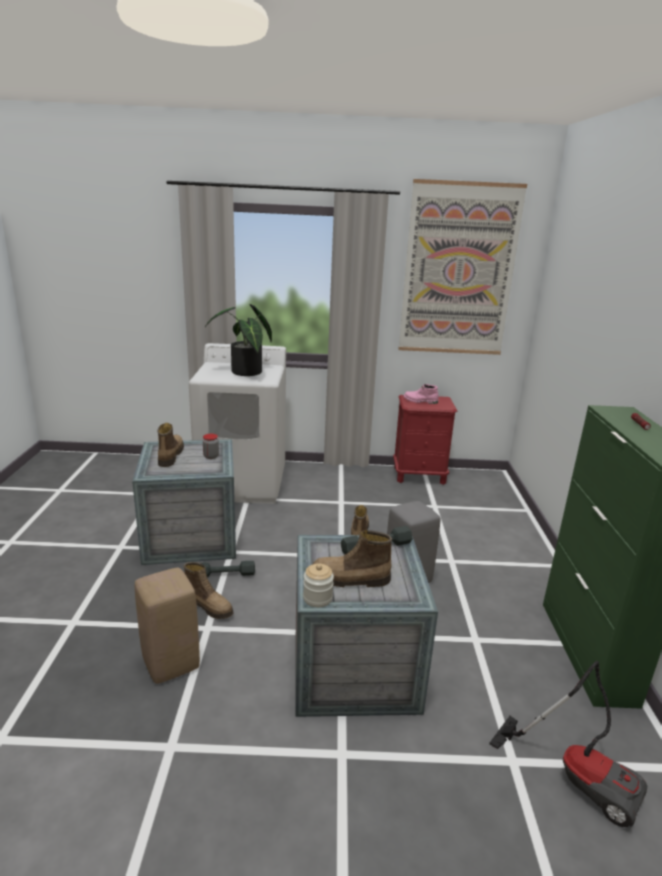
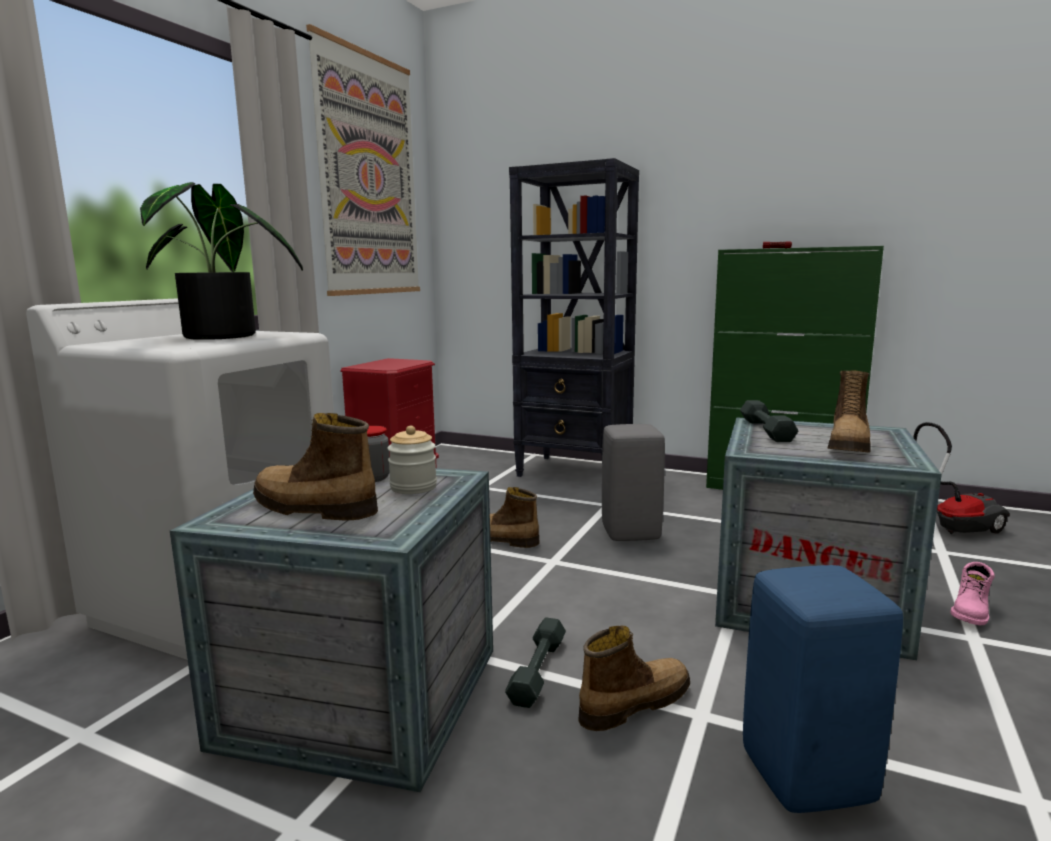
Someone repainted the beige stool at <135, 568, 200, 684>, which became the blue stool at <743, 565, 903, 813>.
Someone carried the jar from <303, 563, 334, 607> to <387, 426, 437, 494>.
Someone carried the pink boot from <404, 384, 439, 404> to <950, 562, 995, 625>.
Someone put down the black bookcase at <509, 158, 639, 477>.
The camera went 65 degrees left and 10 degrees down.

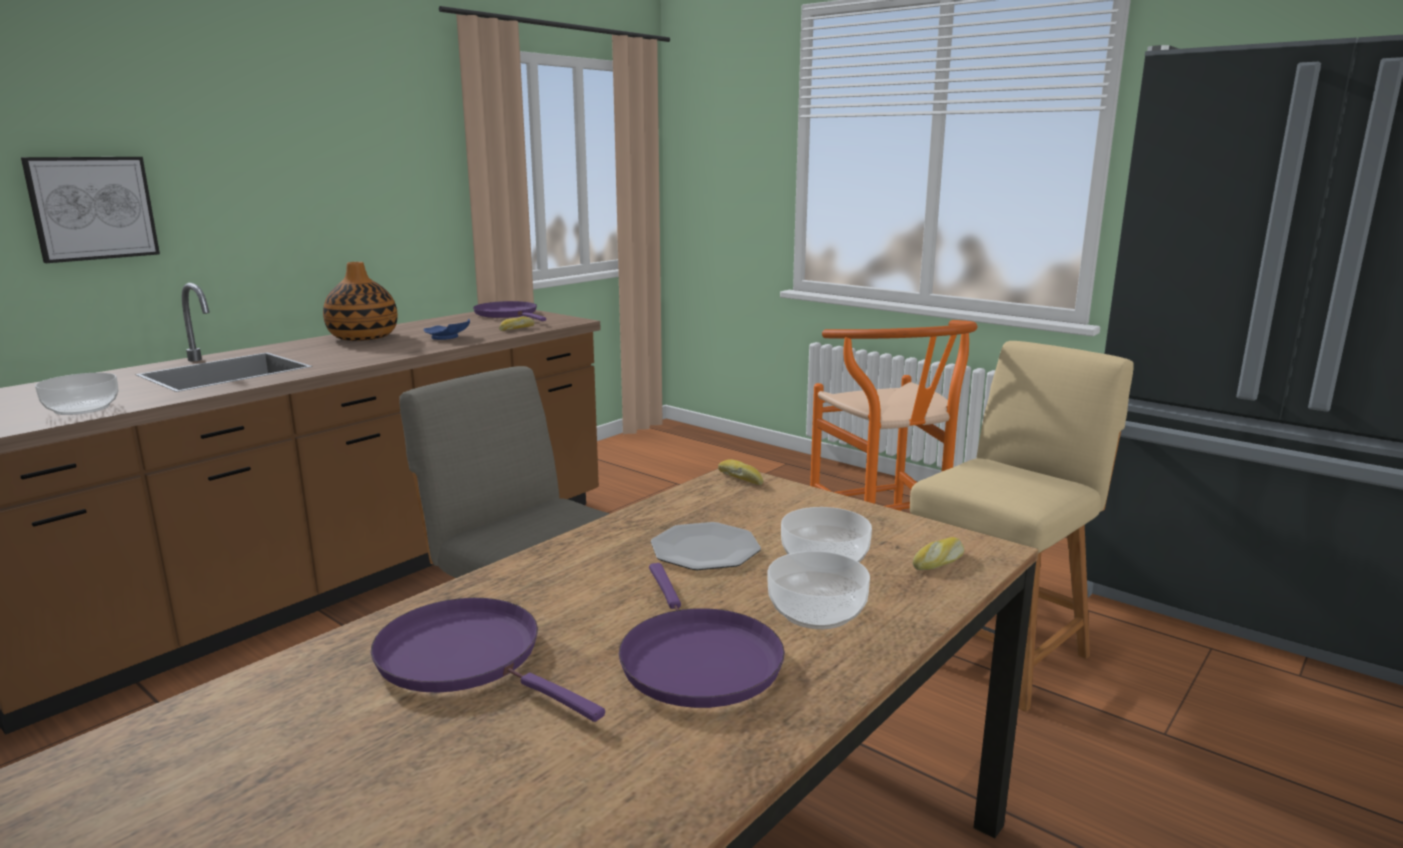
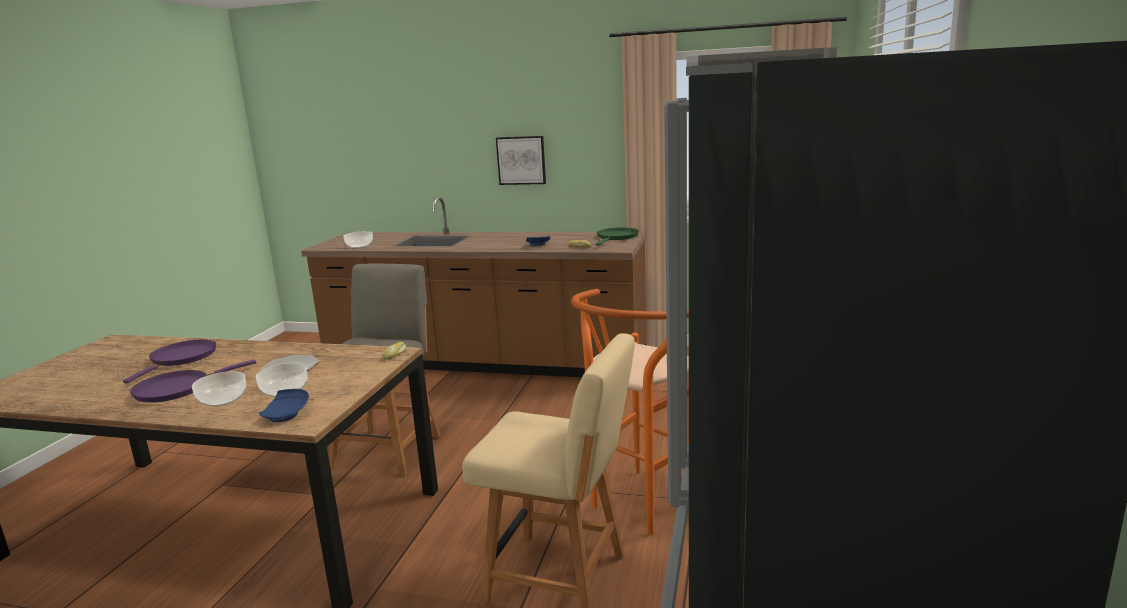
Someone carried the picture from <21, 157, 160, 263> to <496, 136, 546, 185>.
Someone took away the vase at <323, 262, 398, 341>.
Someone repainted the purple frying pan at <473, 301, 546, 321>, which became the green frying pan at <596, 227, 639, 246>.
Someone swapped the bread at <912, 537, 964, 570> for the blue plate at <259, 389, 309, 422>.
The camera went 65 degrees right and 0 degrees up.

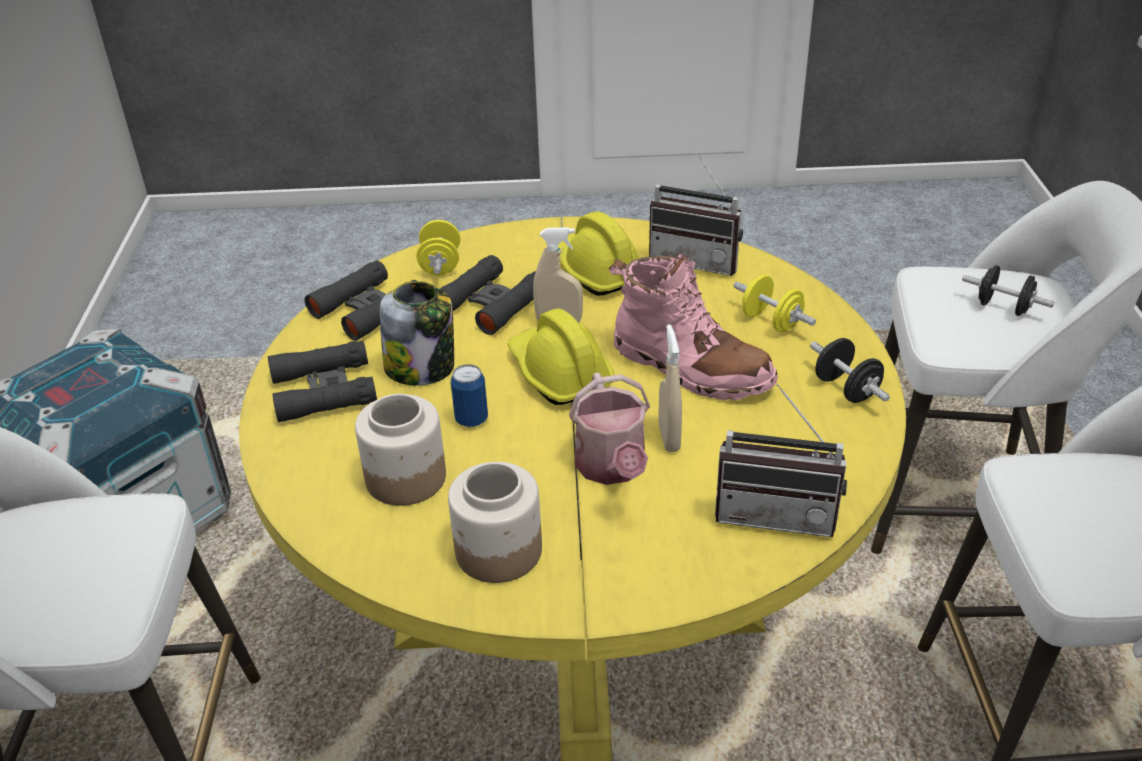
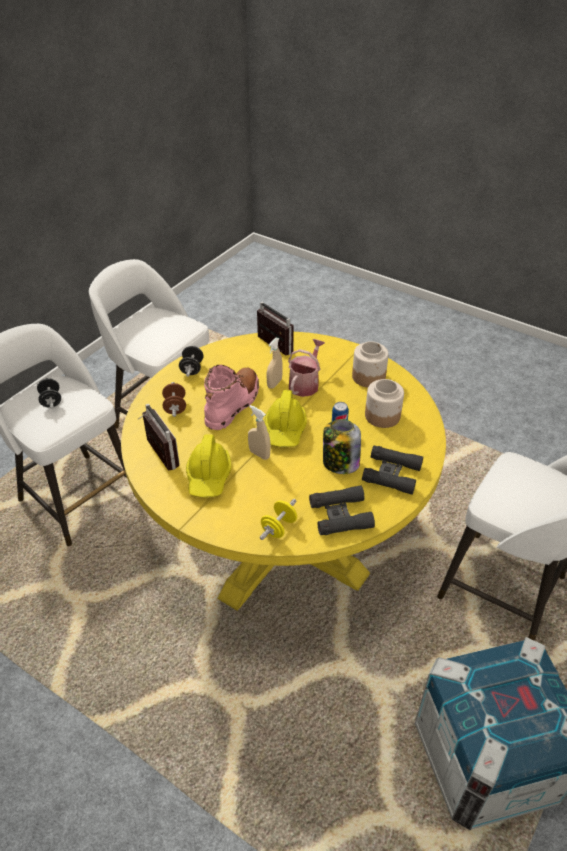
Someone took away the black binoculars at <440, 255, 536, 335>.
Someone rotated the pink boot at <609, 254, 778, 400> by 45 degrees clockwise.
Someone repainted the yellow dumbbell at <733, 275, 816, 332>, which became the brown dumbbell at <162, 382, 186, 417>.
The camera went 145 degrees left and 5 degrees up.

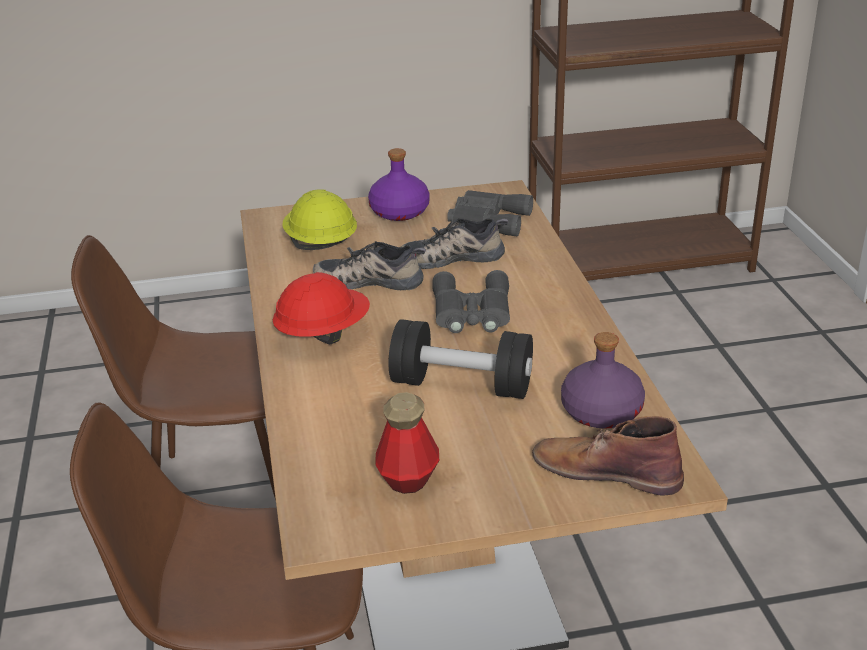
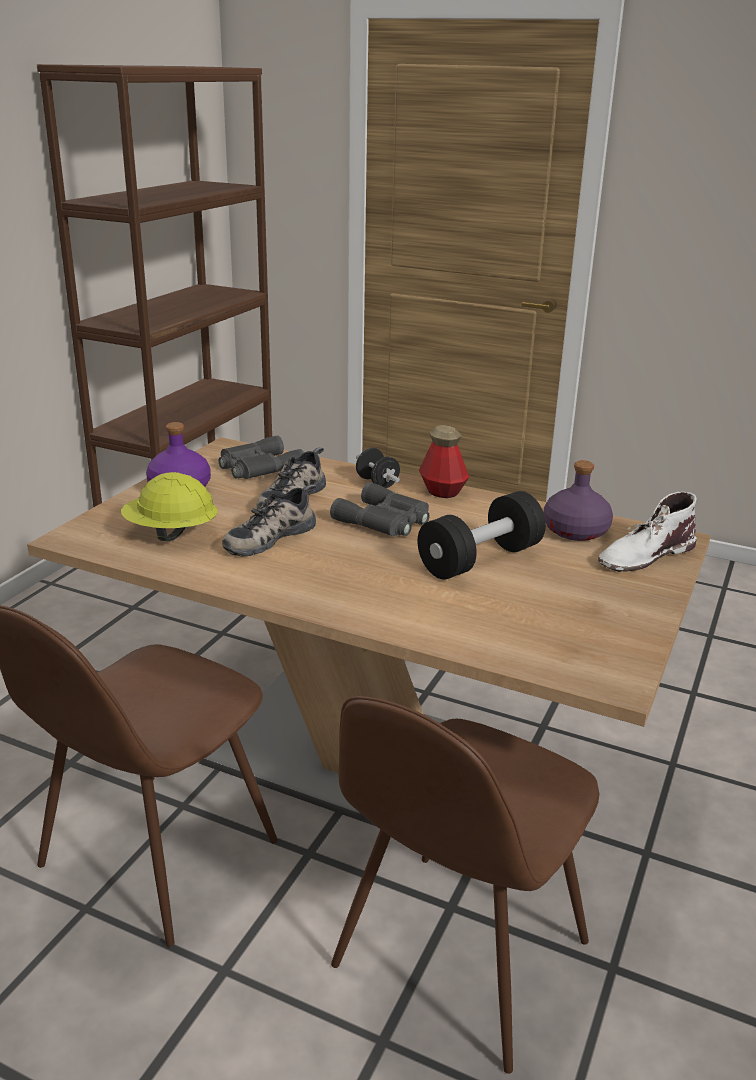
Someone took away the red hard hat at <273, 272, 370, 345>.
Someone carried the bottle from <375, 392, 439, 494> to <419, 425, 469, 498>.
Someone repainted the brown boot at <532, 416, 684, 495>, which became the white boot at <598, 492, 697, 572>.
Someone put down the black dumbbell at <356, 448, 400, 488>.
The camera went 55 degrees left and 5 degrees down.

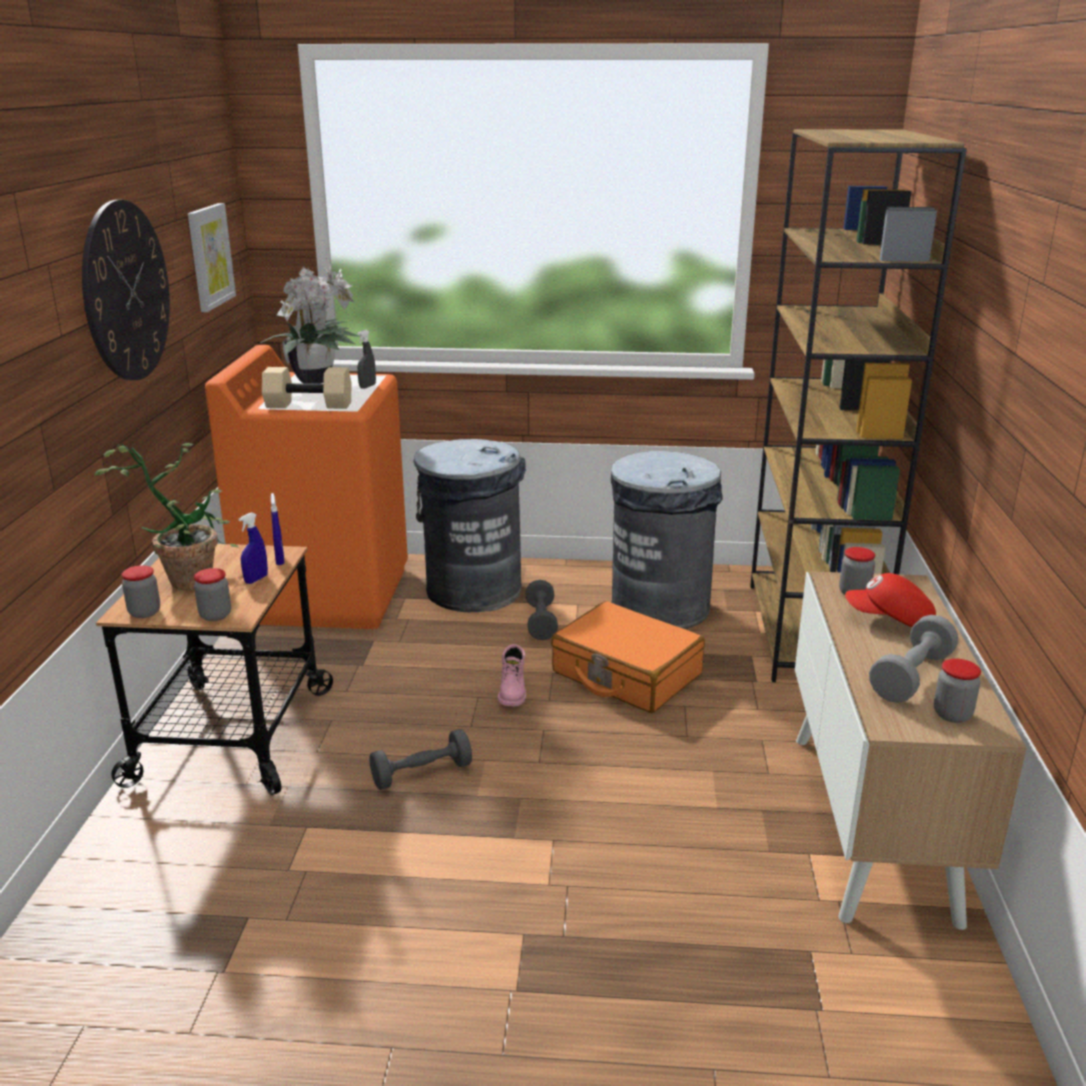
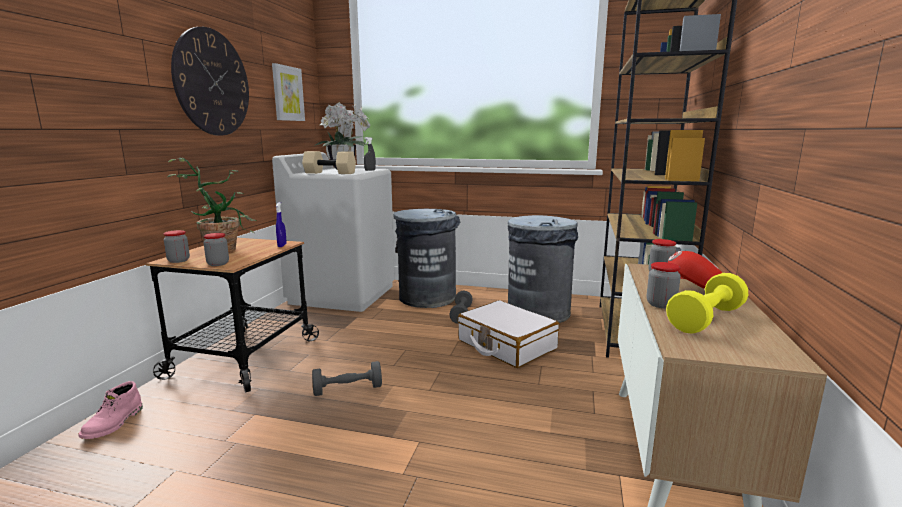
Someone repainted the orange washing machine at <205, 345, 408, 629>, which became the white washing machine at <272, 152, 395, 312>.
Someone took away the blue spray bottle at <238, 512, 268, 584>.
Someone carried the pink boot from <498, 644, 526, 707> to <79, 381, 143, 439>.
Someone repainted the orange suitcase at <551, 601, 705, 713>, which became the white suitcase at <458, 300, 559, 368>.
Someone repainted the grey dumbbell at <869, 615, 958, 703>, which became the yellow dumbbell at <666, 273, 749, 334>.
Someone carried the jar from <934, 659, 981, 723> to <647, 262, 681, 308>.
The camera went 10 degrees right and 10 degrees down.

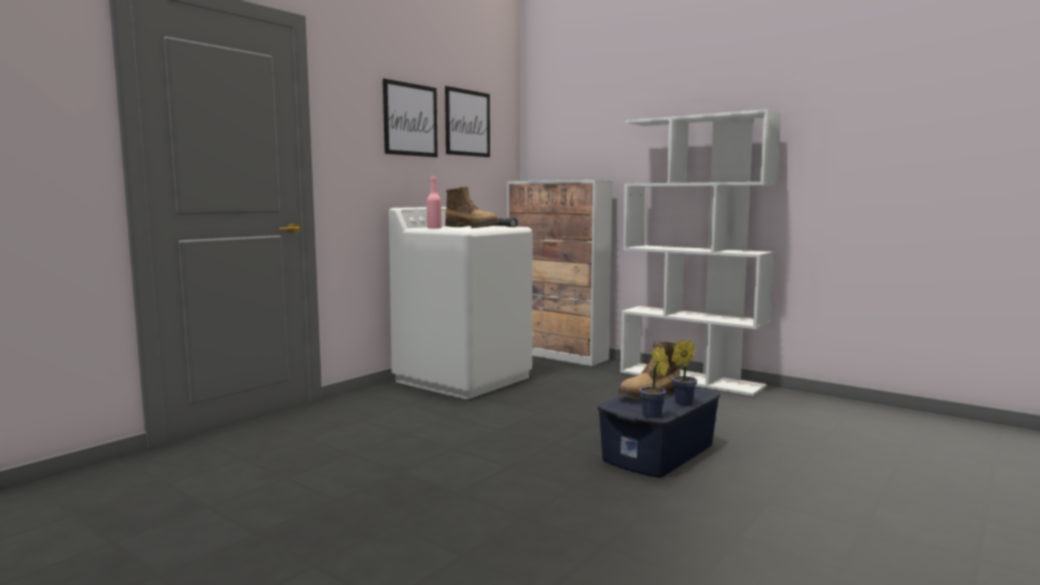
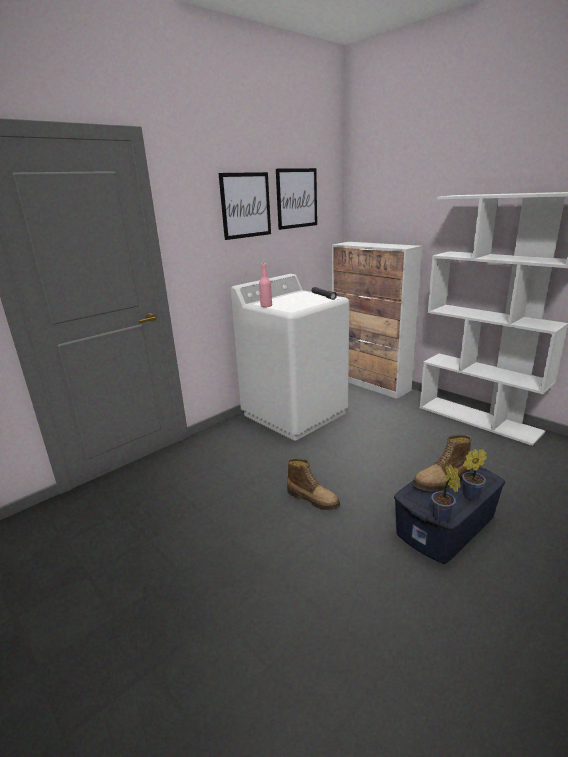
Someone carried the boot from <445, 186, 499, 228> to <287, 458, 340, 510>.
The camera went 10 degrees right and 15 degrees up.

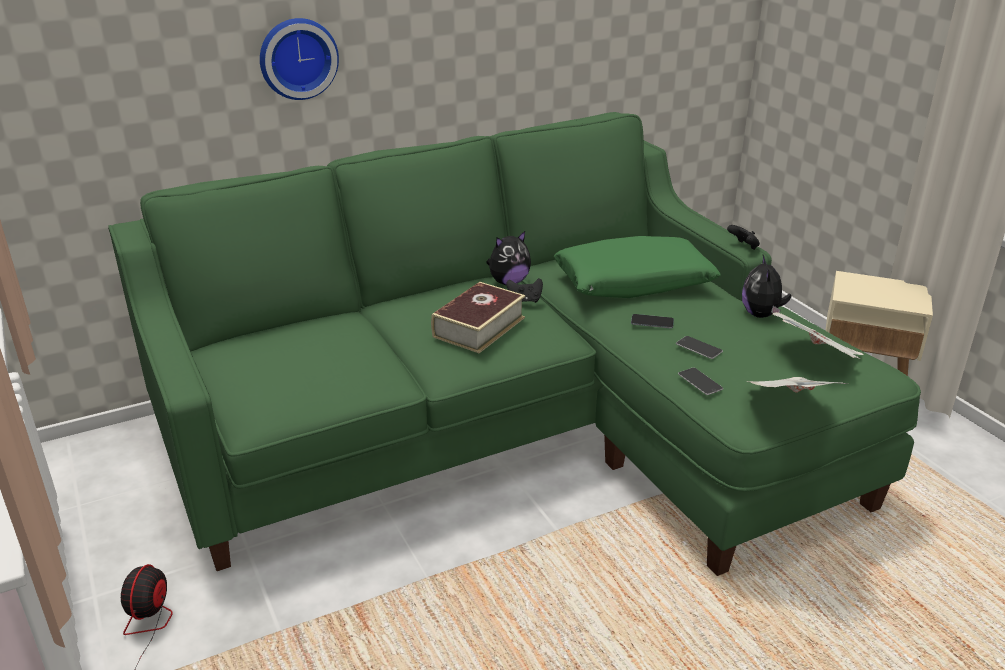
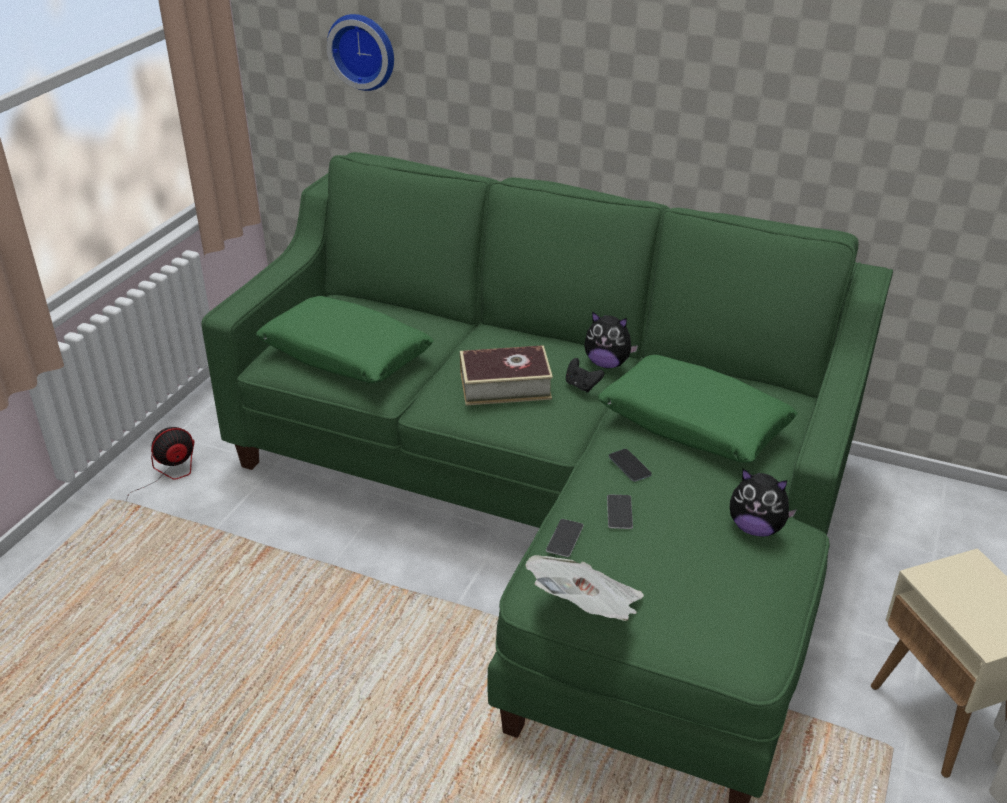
Someone carried the wall clock from <260, 18, 339, 100> to <327, 14, 394, 91>.
Someone took away the black game controller at <727, 225, 760, 250>.
Someone rotated the plush toy at <742, 255, 791, 318> by 120 degrees counterclockwise.
Someone took away the newspaper at <773, 312, 864, 359>.
Someone put down the green pillow at <256, 296, 434, 383>.
The camera went 50 degrees right and 5 degrees up.

